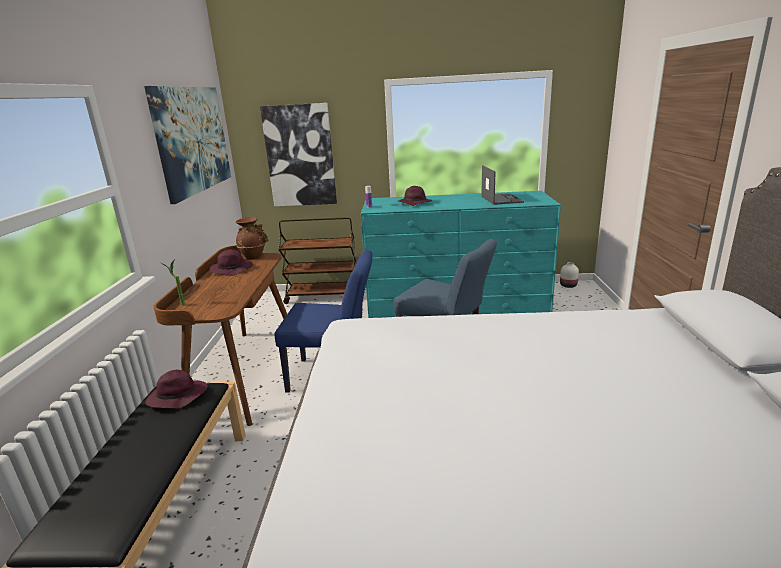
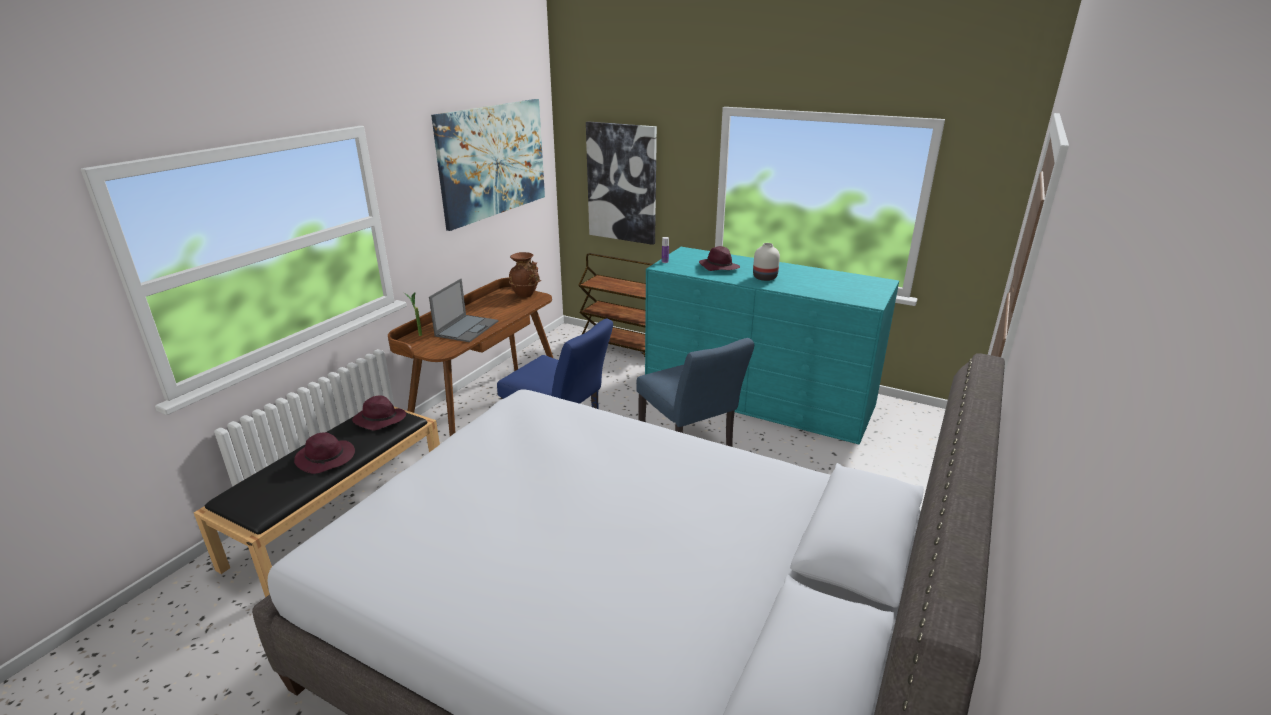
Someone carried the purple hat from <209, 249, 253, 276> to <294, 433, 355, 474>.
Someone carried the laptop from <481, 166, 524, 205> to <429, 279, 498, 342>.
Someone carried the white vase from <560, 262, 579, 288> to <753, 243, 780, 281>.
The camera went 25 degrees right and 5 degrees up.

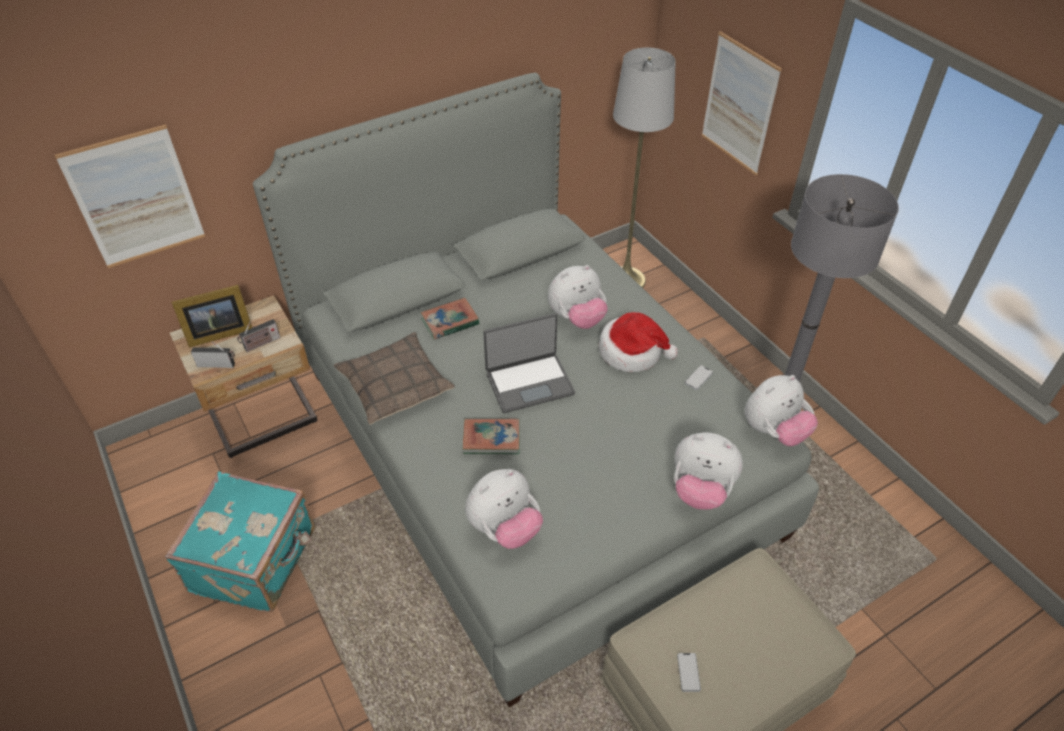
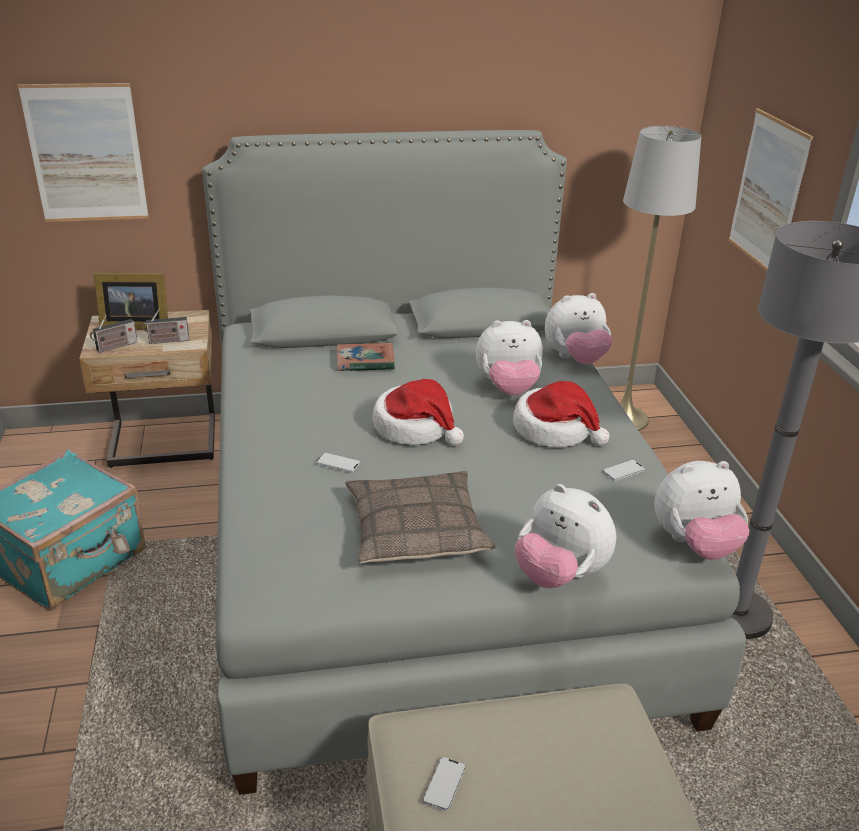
Someone rotated the radio at <191, 342, 235, 368> by 120 degrees clockwise.
Someone carried the pillow from <334, 332, 455, 425> to <345, 471, 495, 563>.
Someone swapped the book at <463, 419, 520, 454> for the phone at <316, 452, 360, 473>.
Someone carried the plush toy from <465, 469, 543, 549> to <545, 293, 612, 364>.
Someone swapped the laptop at <483, 313, 575, 413> for the hat at <372, 379, 464, 446>.
The camera went 20 degrees right and 15 degrees down.

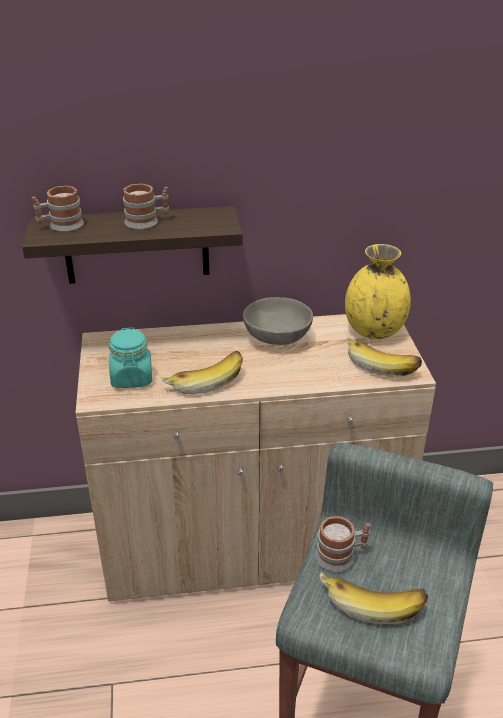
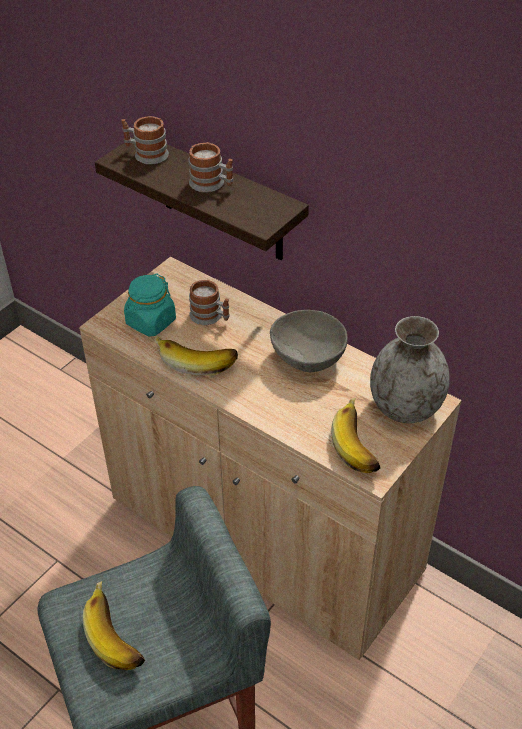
Someone carried the mug from <315, 516, 370, 572> to <189, 280, 230, 325>.
Someone repainted the yellow vase at <345, 244, 411, 339>, which became the grey vase at <370, 316, 450, 423>.
The camera went 45 degrees right and 10 degrees up.

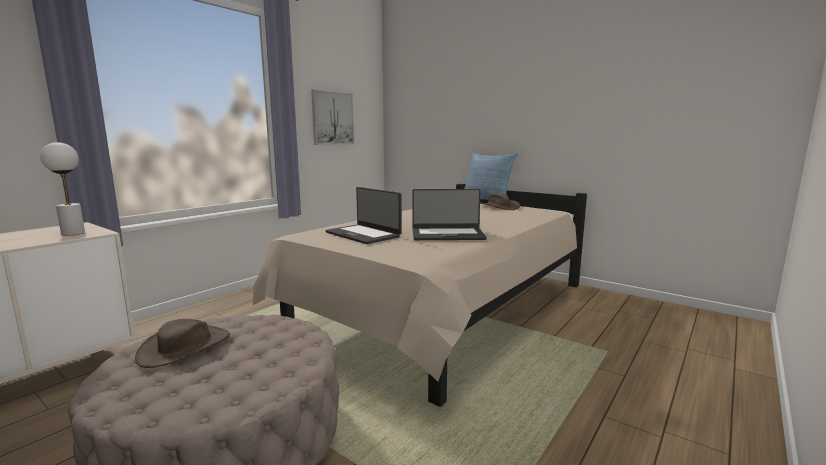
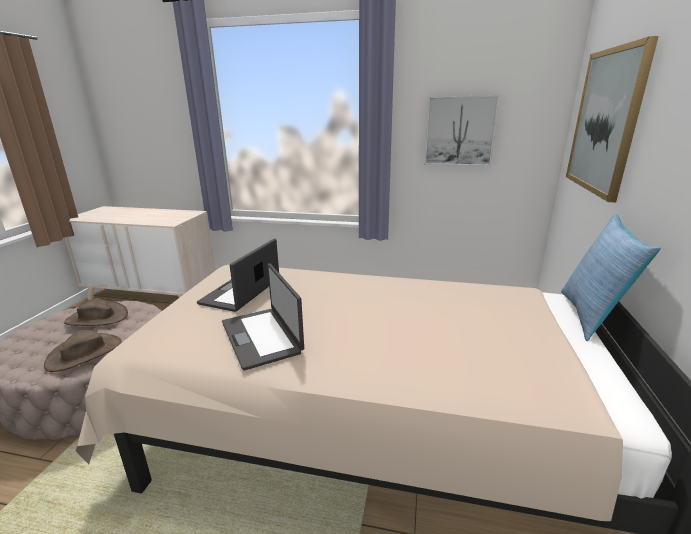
Someone took away the white table lamp at <40, 142, 85, 236>.
Someone carried the brown hat from <480, 193, 520, 210> to <44, 330, 122, 372>.
Someone put up the picture at <566, 36, 659, 202>.
The camera went 65 degrees right and 10 degrees up.

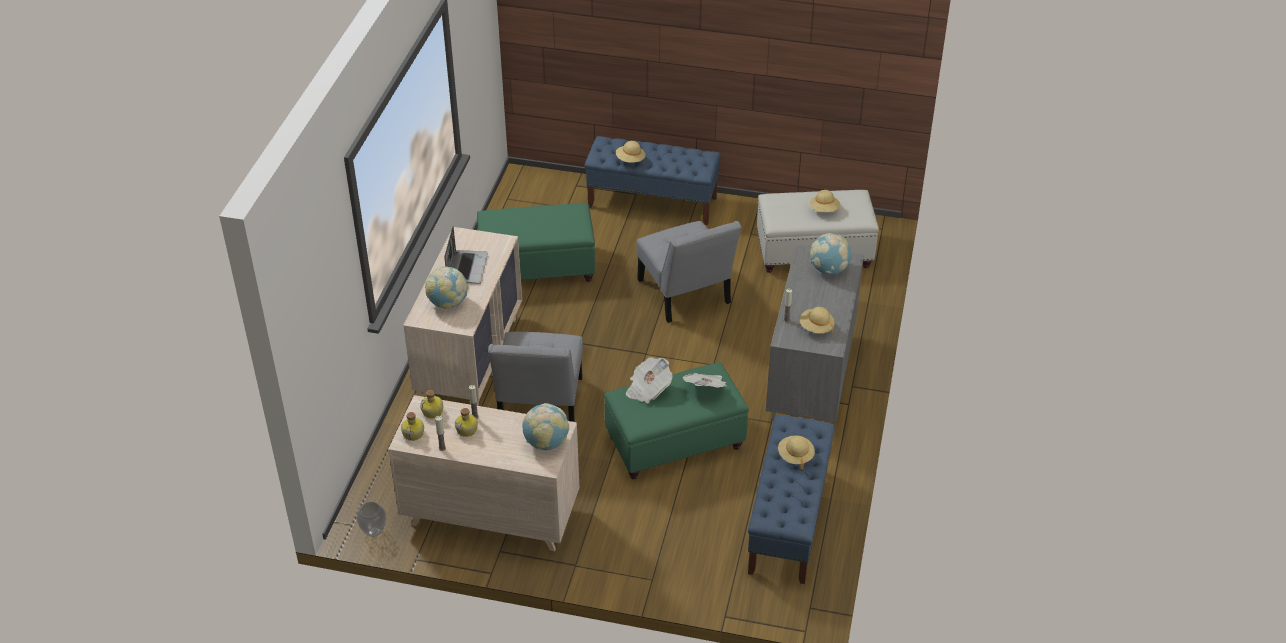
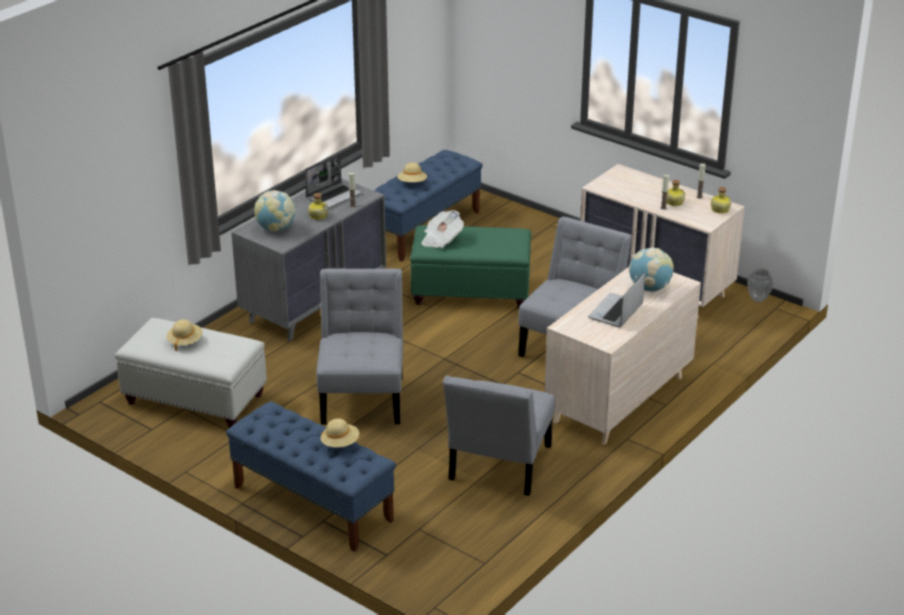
Someone carried the bottle from <420, 390, 443, 418> to <308, 193, 328, 220>.
Someone swapped the green ottoman at <477, 203, 595, 282> for the grey chair at <443, 375, 555, 496>.
Someone took away the globe at <522, 403, 569, 451>.
Someone took away the newspaper at <626, 357, 673, 403>.
Someone swapped the beige hat at <800, 307, 834, 333> for the laptop at <305, 154, 362, 208>.
The camera went 155 degrees left and 10 degrees down.

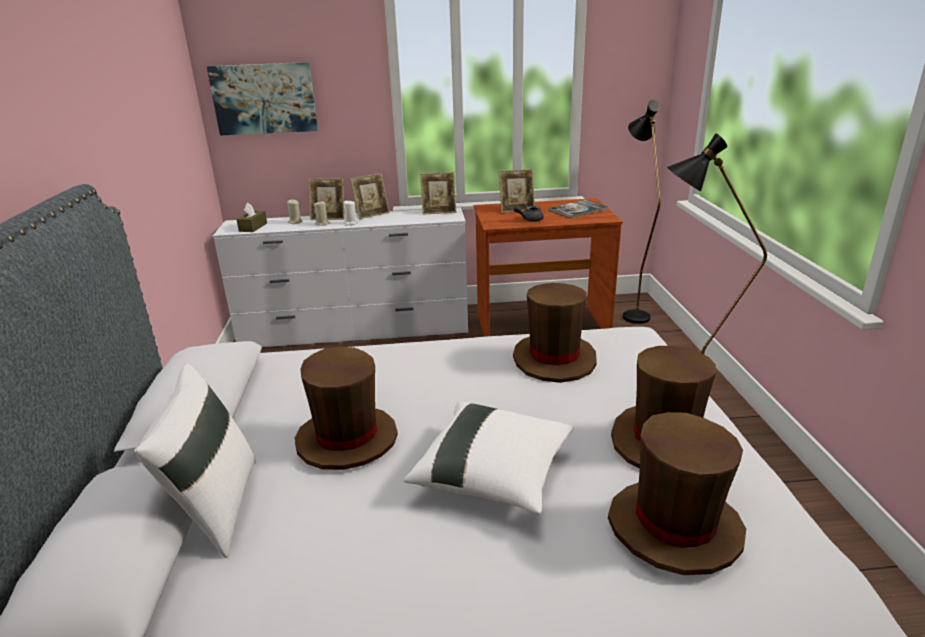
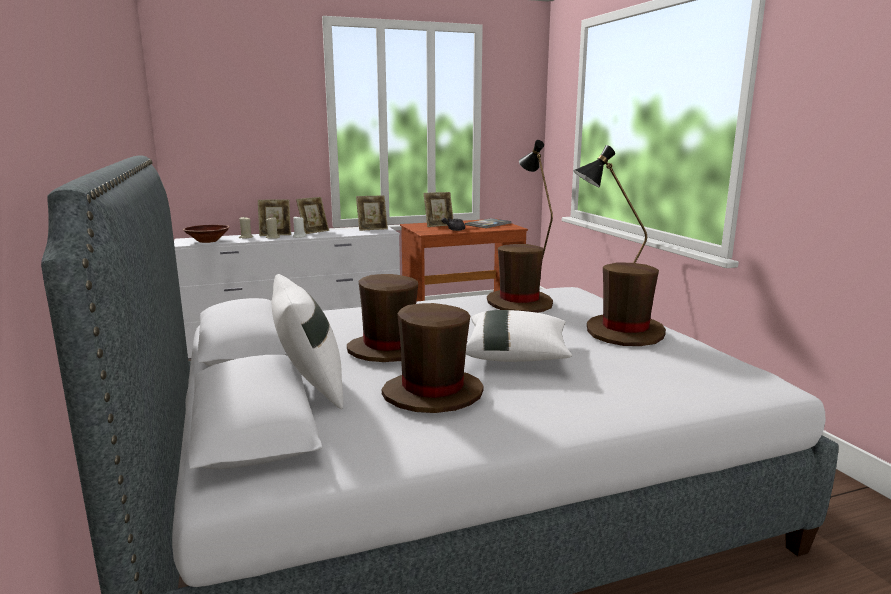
Someone took away the picture at <207, 62, 318, 136>.
Someone swapped the brown tissue box at <236, 203, 267, 232> for the brown bowl at <183, 225, 230, 243>.
Someone carried the brown hat from <608, 412, 746, 575> to <382, 303, 484, 413>.
The camera went 15 degrees left and 10 degrees down.

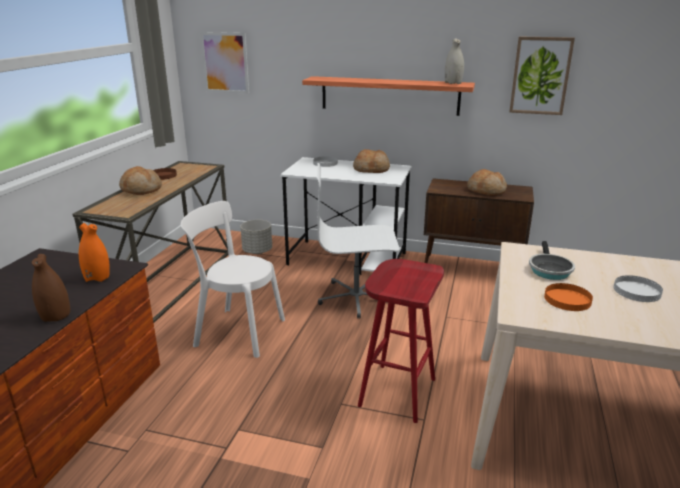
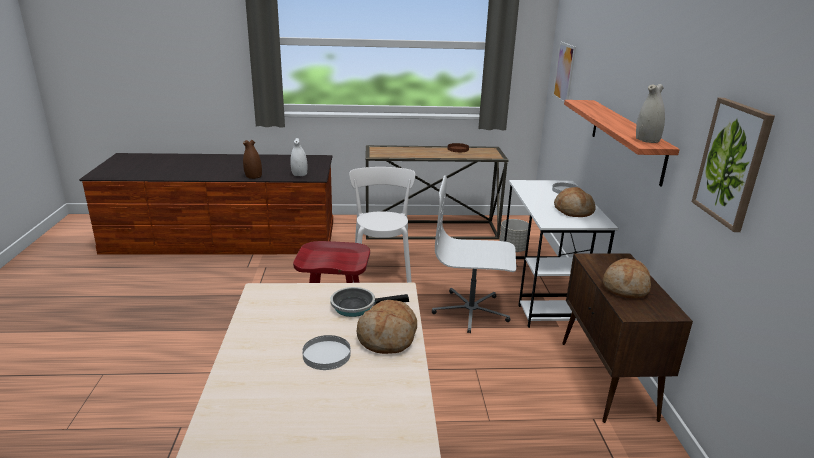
Someone repainted the orange vase at <79, 223, 110, 282>, which became the white vase at <290, 138, 307, 176>.
Someone carried the bread from <119, 166, 162, 195> to <357, 300, 417, 354>.
Someone rotated the white office chair at <317, 163, 400, 318> by 60 degrees counterclockwise.
Someone took away the orange plate at <544, 283, 593, 311>.
The camera went 70 degrees right and 0 degrees up.

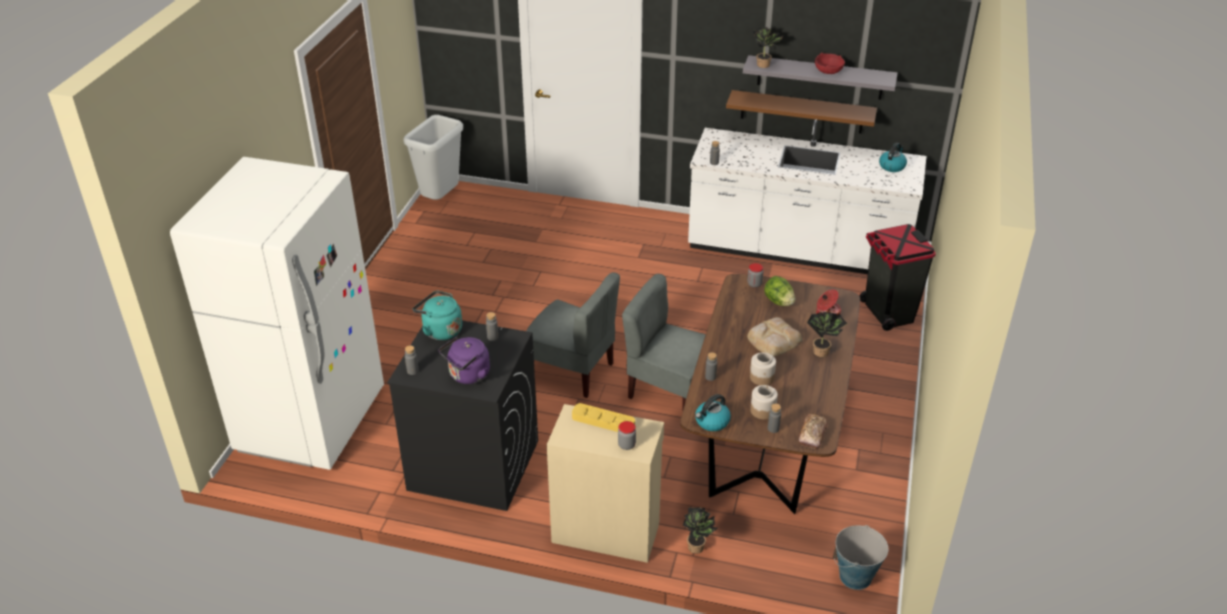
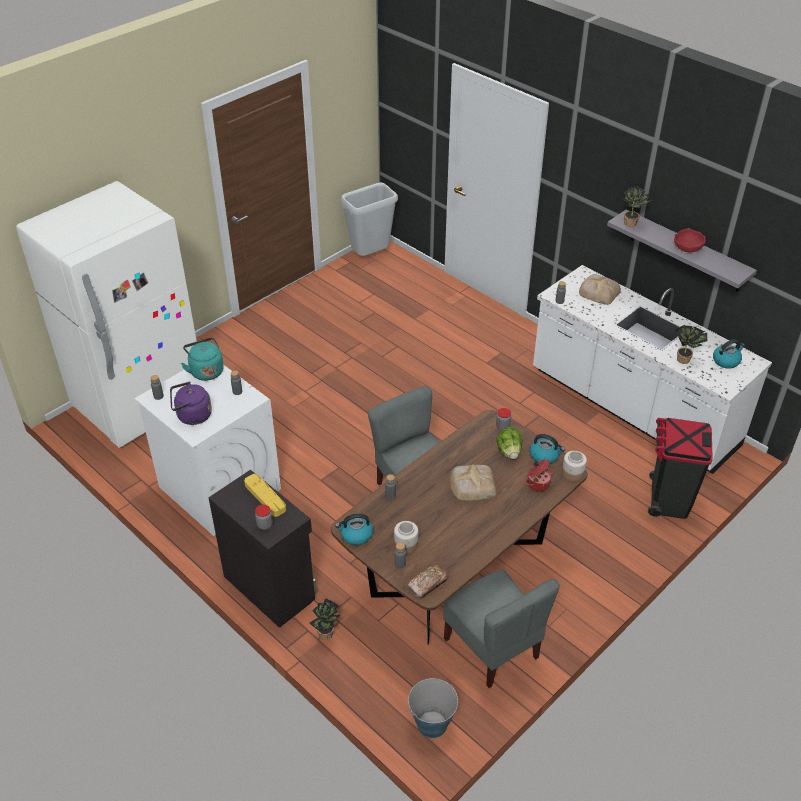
Someone repainted the black washing machine at <387, 320, 538, 511>, which became the white washing machine at <134, 365, 281, 536>.
Someone carried the grey chair from <526, 272, 620, 398> to <443, 570, 560, 688>.
Someone repainted the beige cabinet at <547, 404, 664, 563>, which became the black cabinet at <208, 470, 317, 628>.
Someone took away the brown shelf at <726, 90, 877, 134>.
Someone carried the jar from <750, 352, 776, 385> to <562, 451, 587, 481>.
Someone carried the potted plant from <807, 312, 847, 357> to <675, 325, 707, 364>.
Someone put down the kettle at <530, 434, 565, 464>.
Someone put down the bread at <579, 274, 621, 305>.
The camera went 30 degrees right and 5 degrees up.

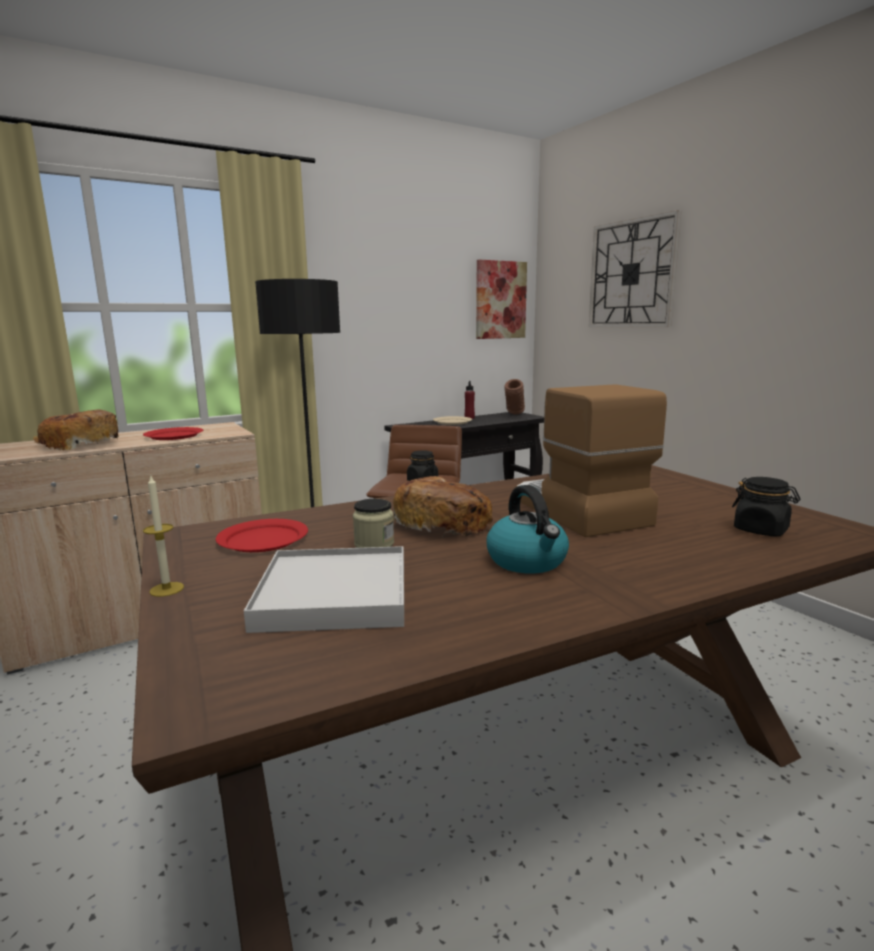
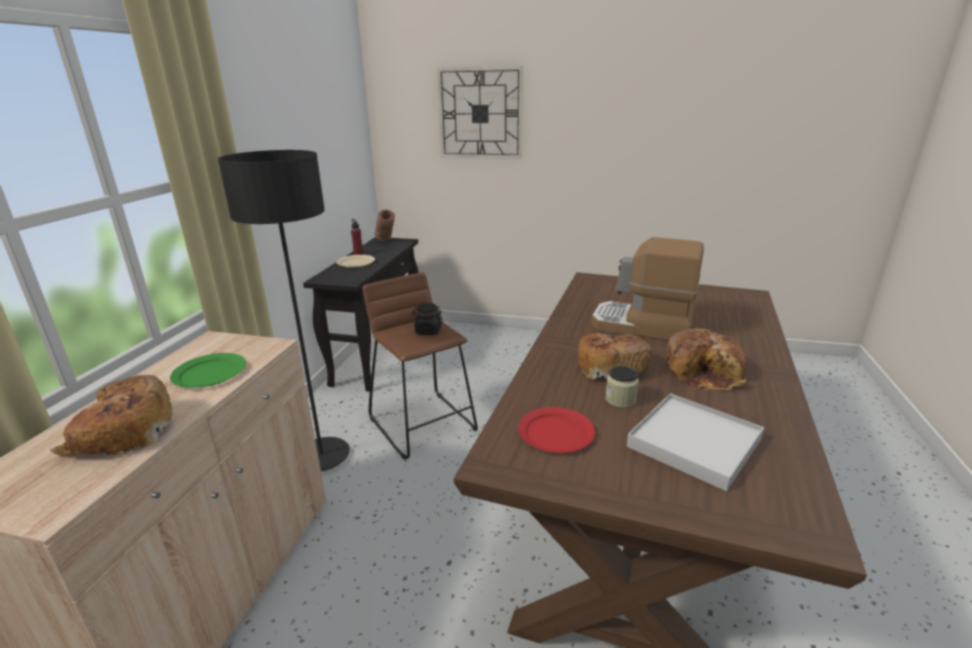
Someone repainted the red plate at <143, 427, 203, 440>, which became the green plate at <170, 353, 246, 388>.
Someone took away the candle at <143, 474, 184, 597>.
Someone took away the picture at <476, 260, 527, 339>.
Someone swapped the kettle at <486, 485, 569, 574> for the bread at <666, 328, 749, 390>.
Someone took away the black jar at <732, 477, 800, 536>.
The camera went 45 degrees left and 10 degrees up.

